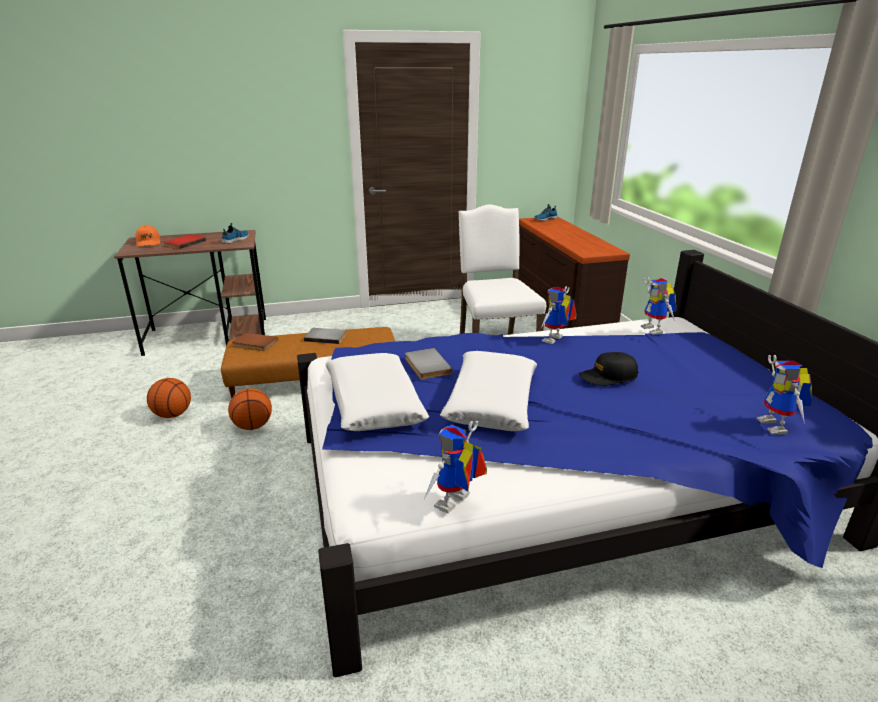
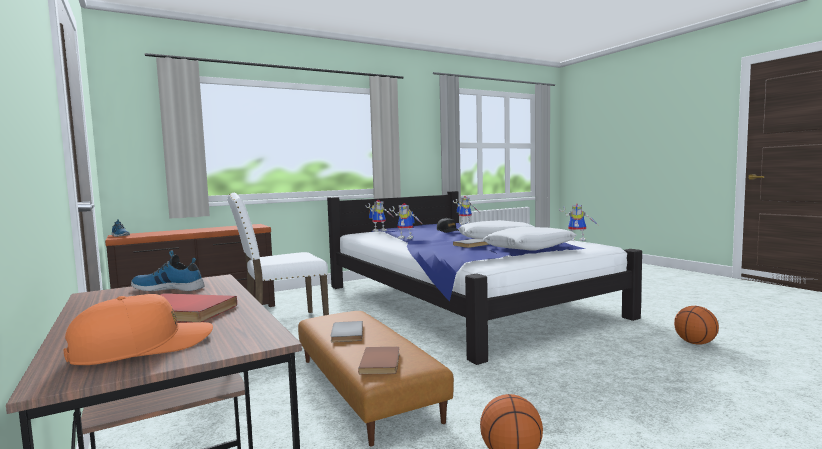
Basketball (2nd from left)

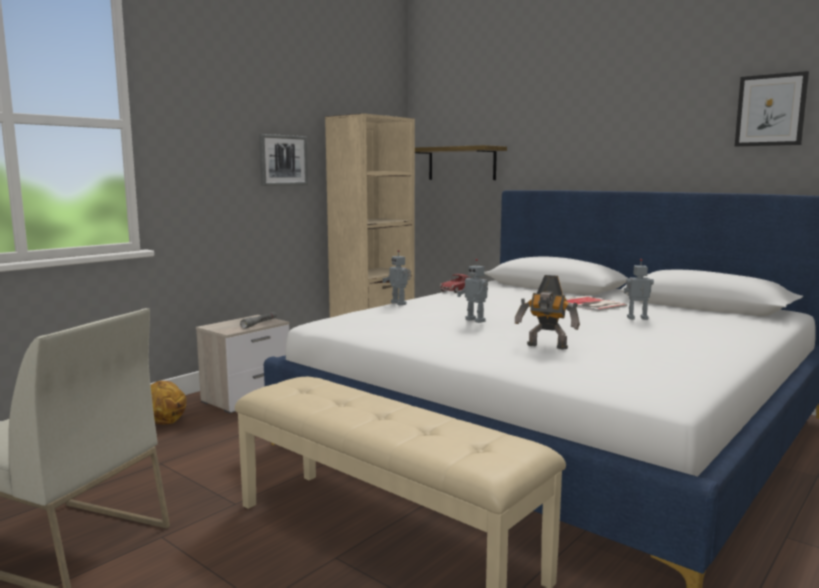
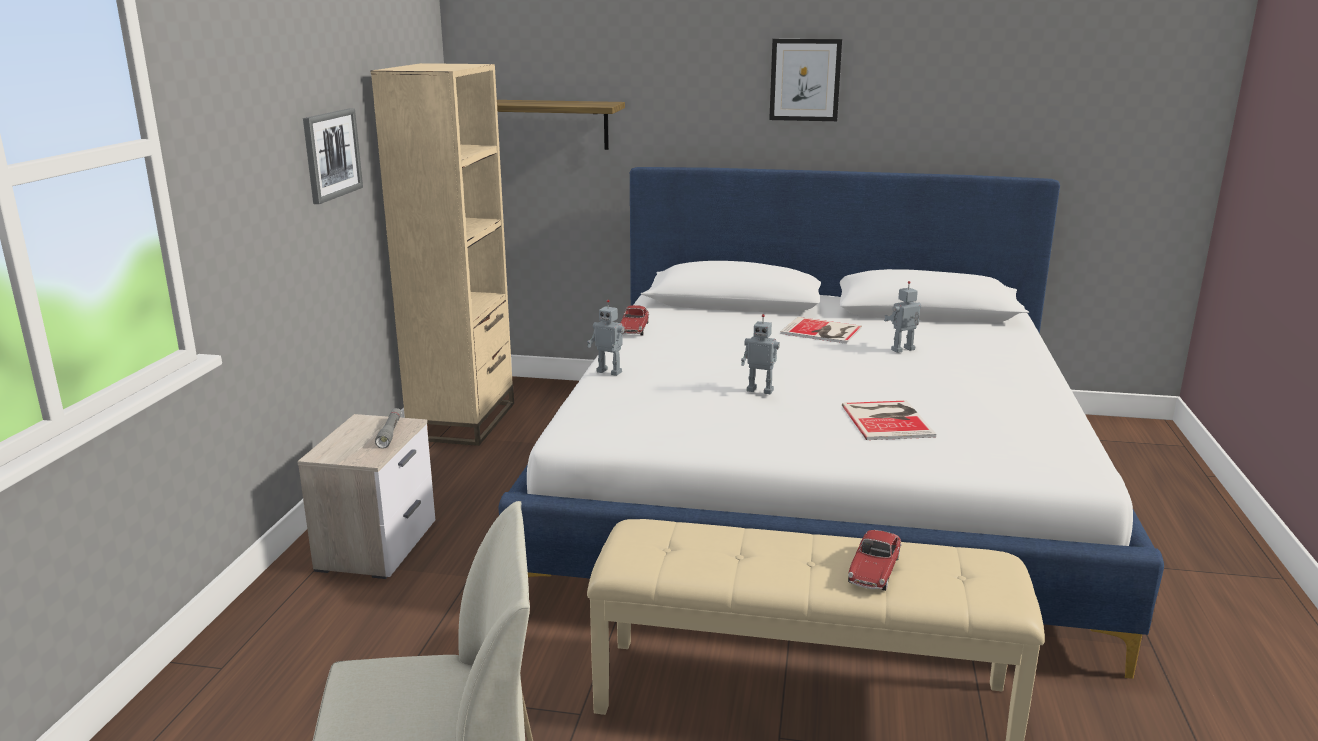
Basketball; ToyCar (2nd from left); Picture (2nd from left); Book (2nd from left)

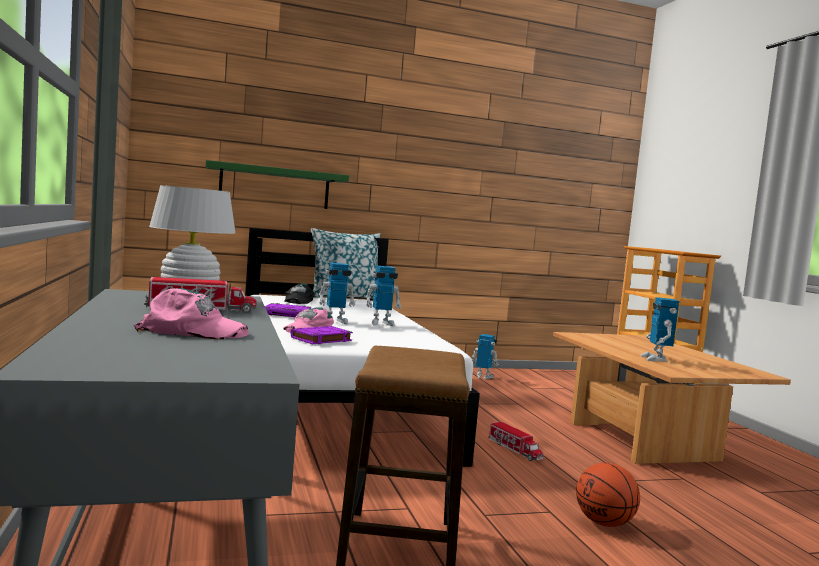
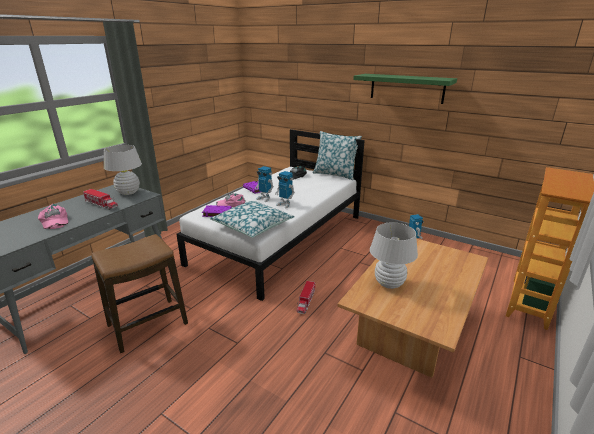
Basketball; Pillow (1st from left); GreenShelf; WhiteTableLamp (2nd from left)

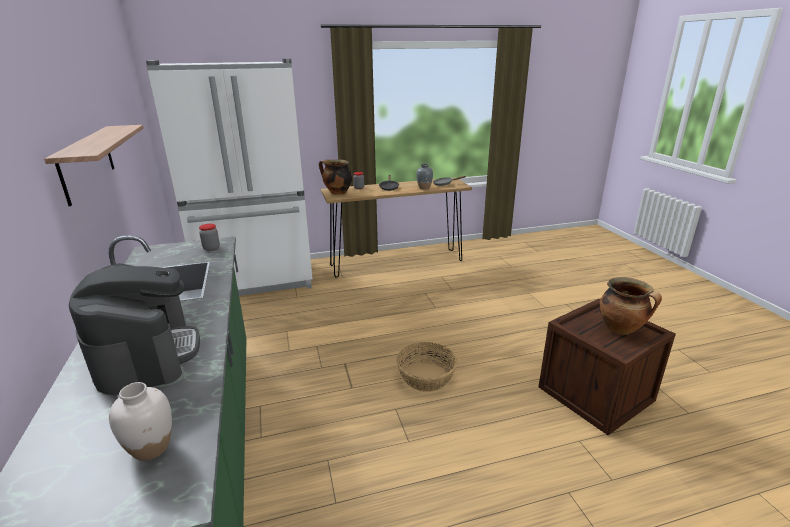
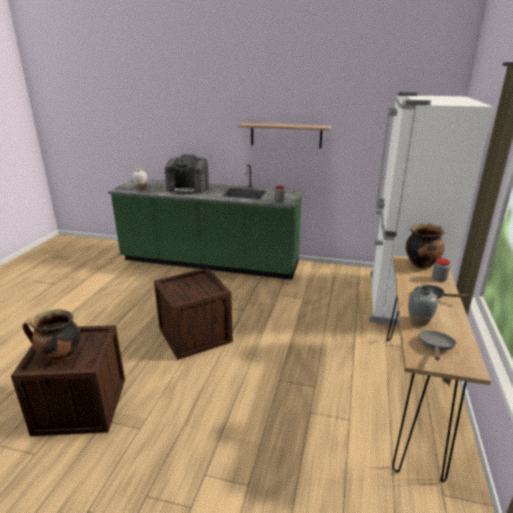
Crate (2nd from left)

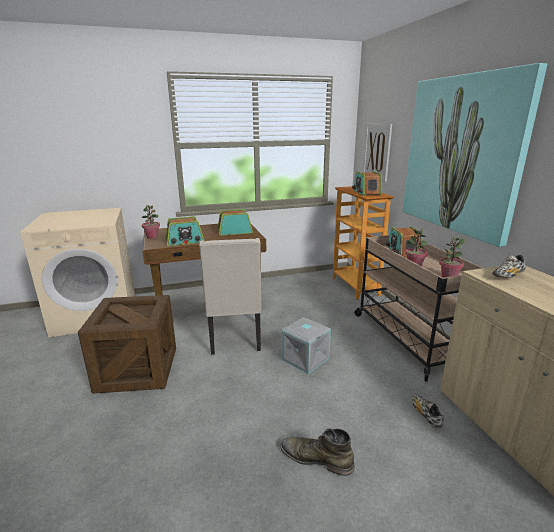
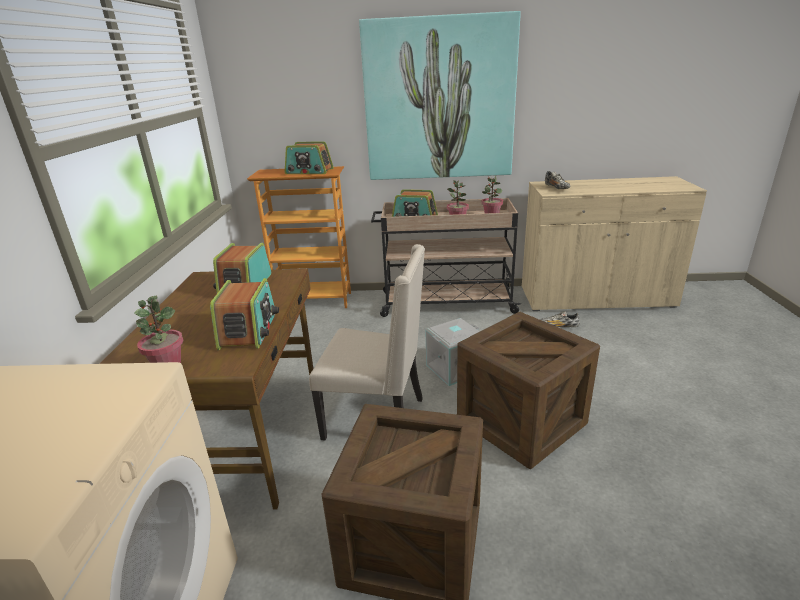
GreenBoot; Picture (1st from left in the first image); Crate (2nd from left)

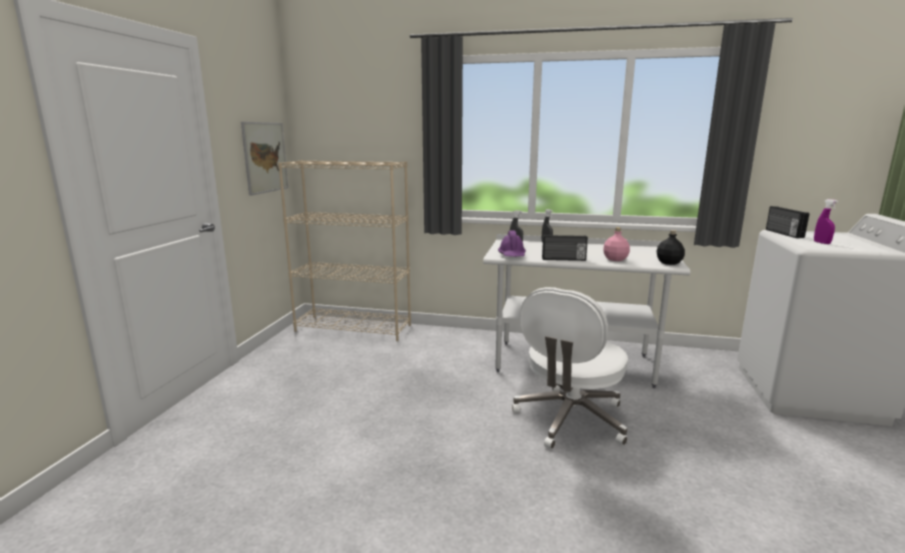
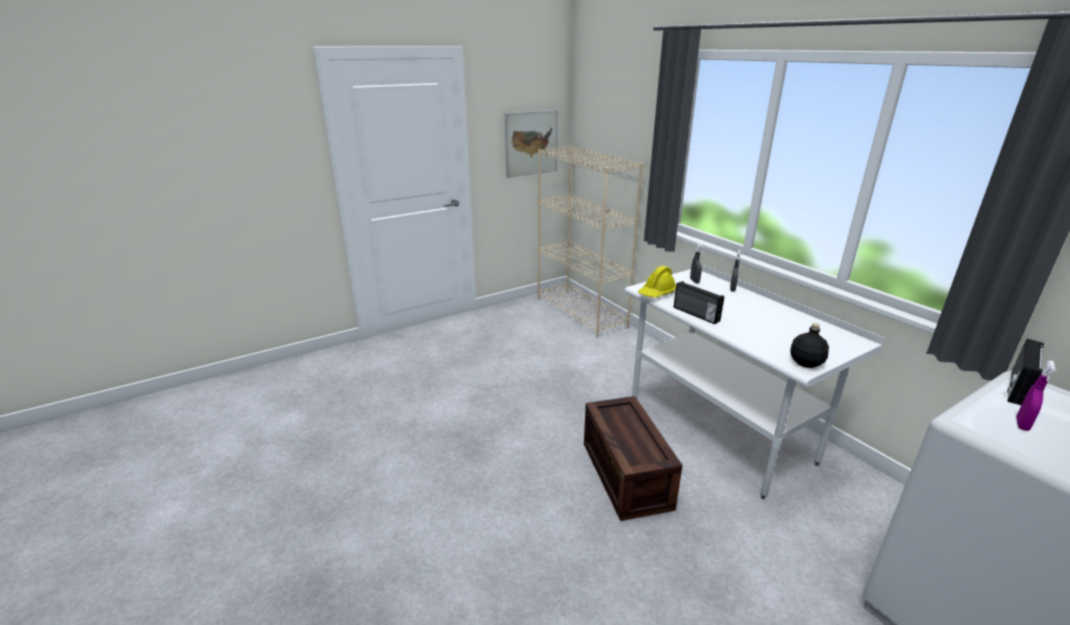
PinkBottle; Crate; YellowHardHat

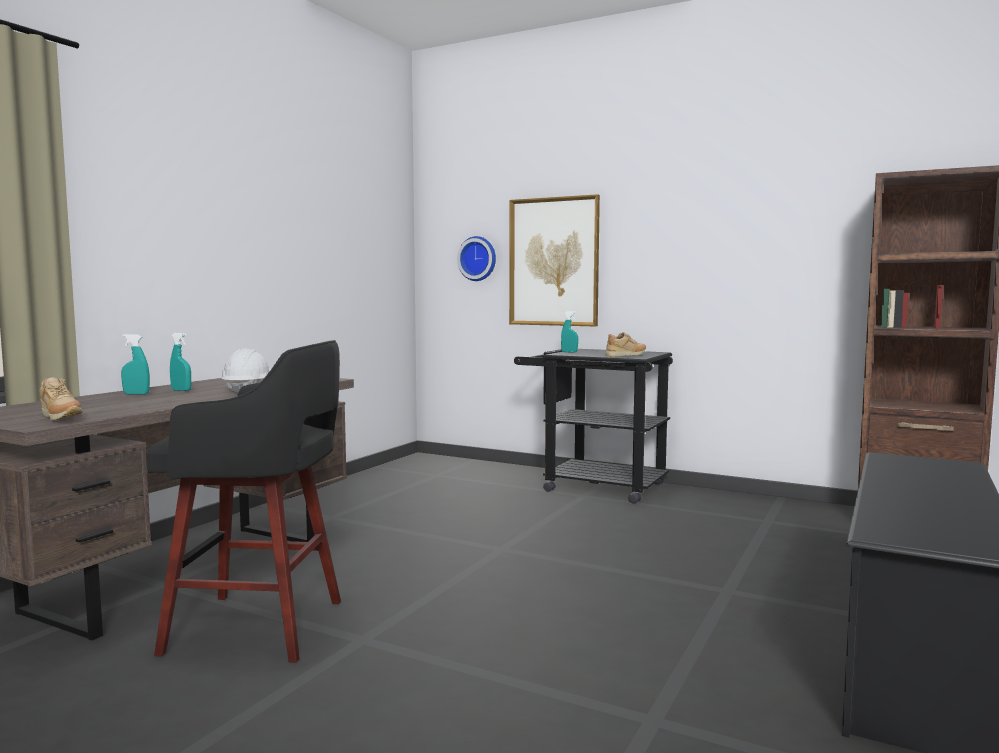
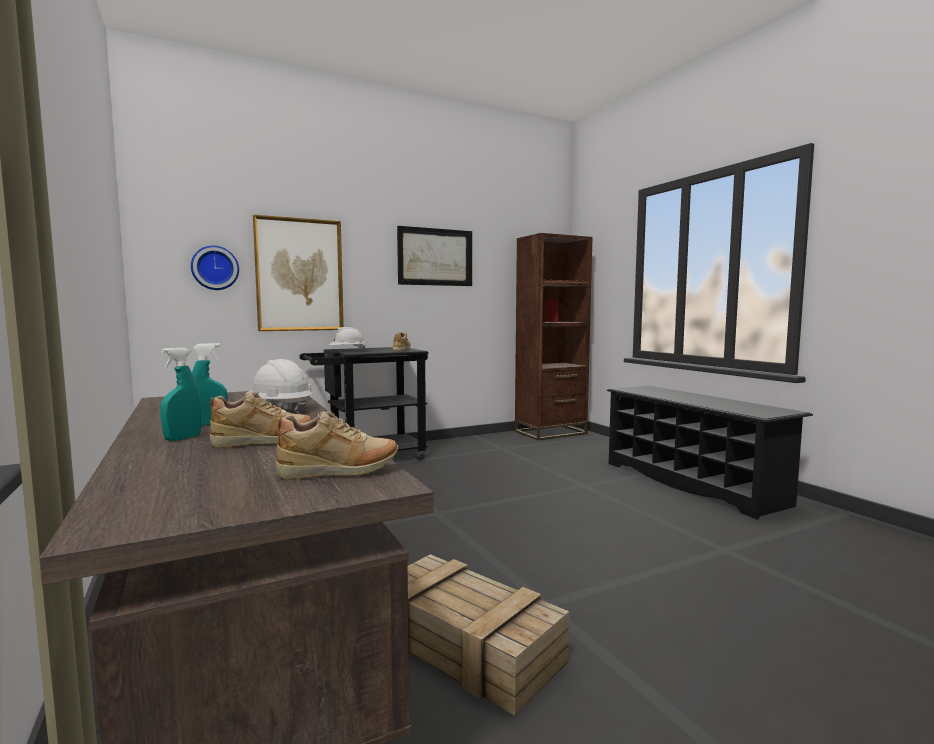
BeigeShoe (1st from left); Picture (2nd from left); Crate; WhiteHardHat (2nd from left)

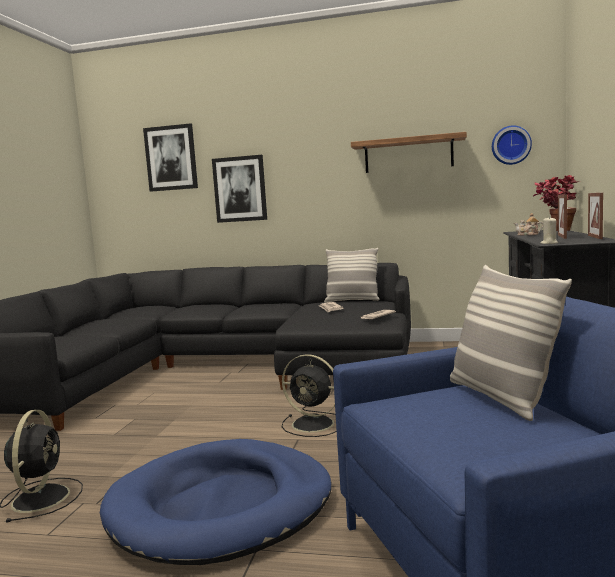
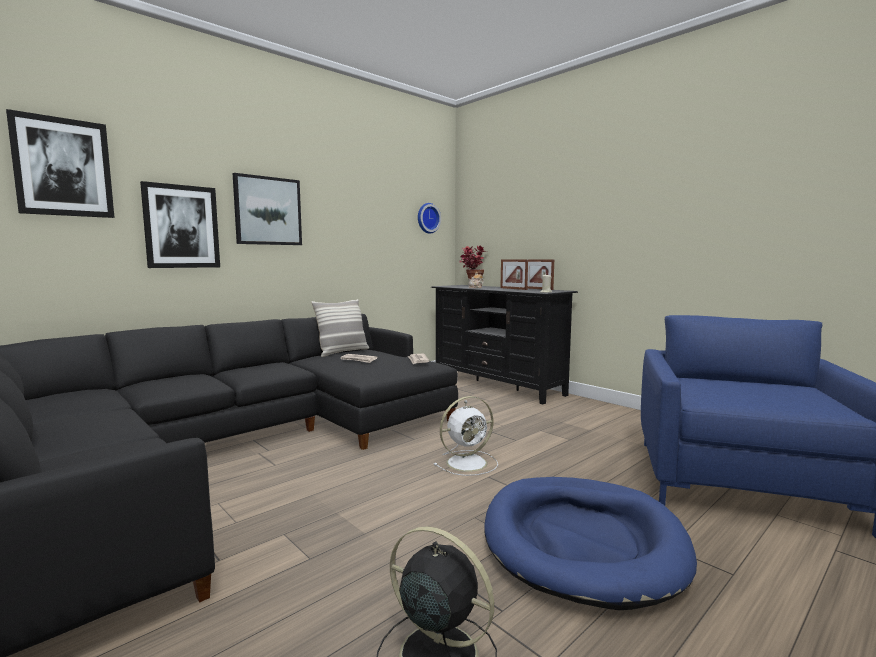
Shelf; Pillow (2nd from left in the first image); Picture (3rd from left); WhiteFan

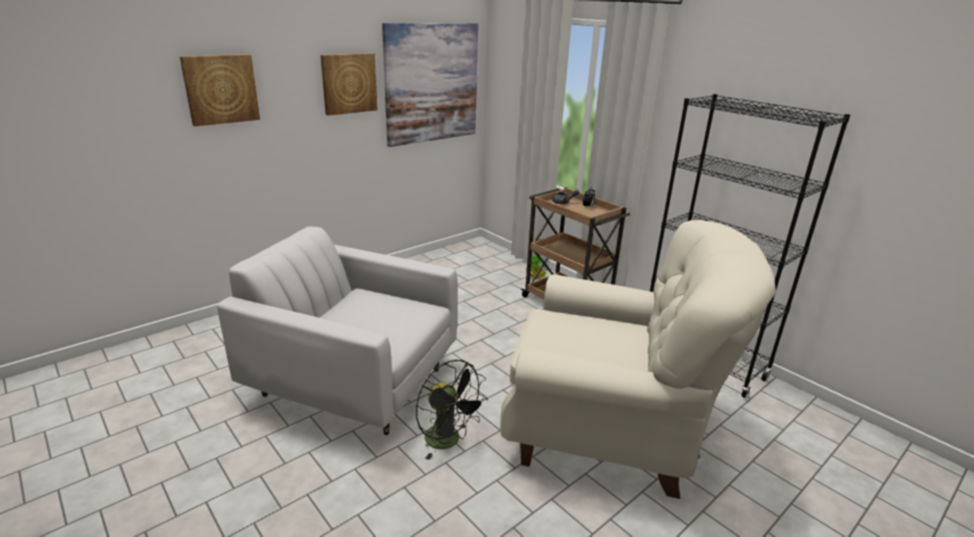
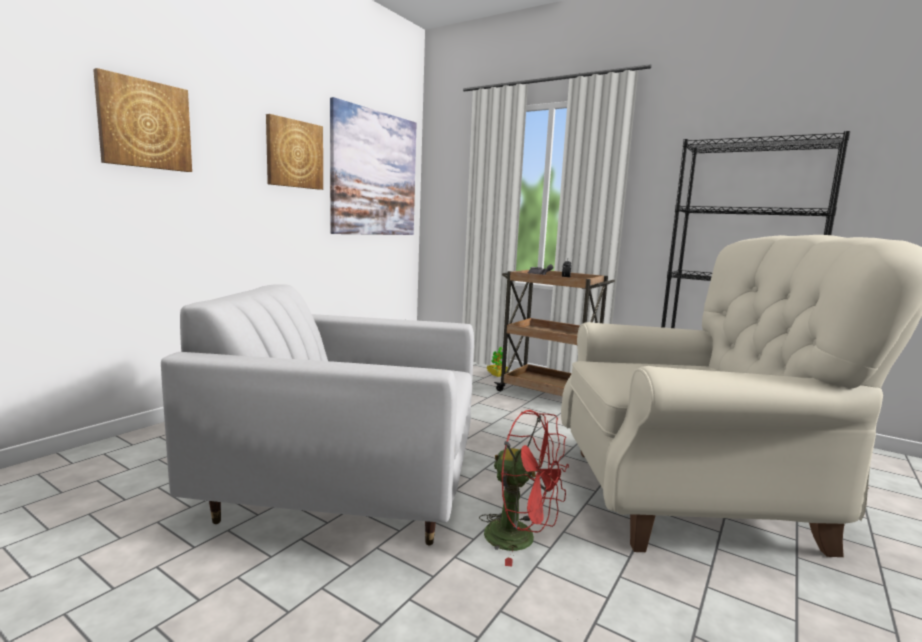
RedFan

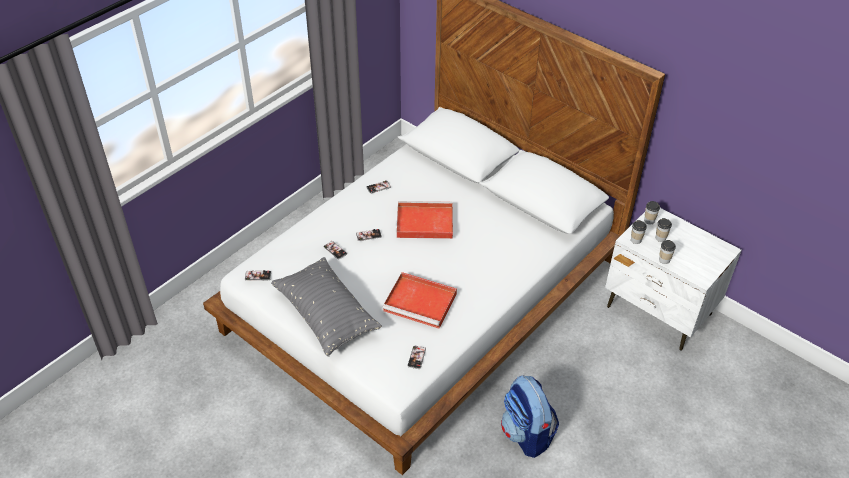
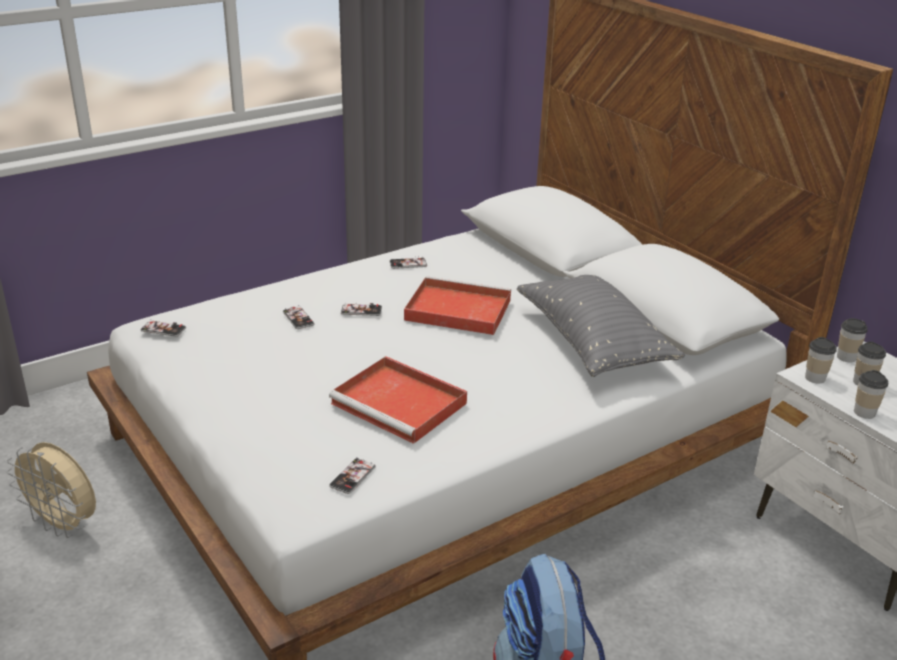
BeigeFan; GreyPillow

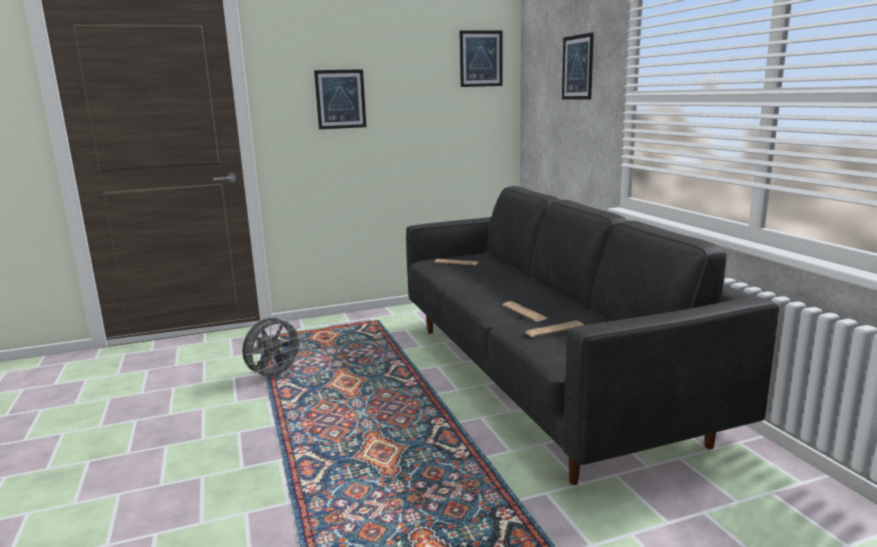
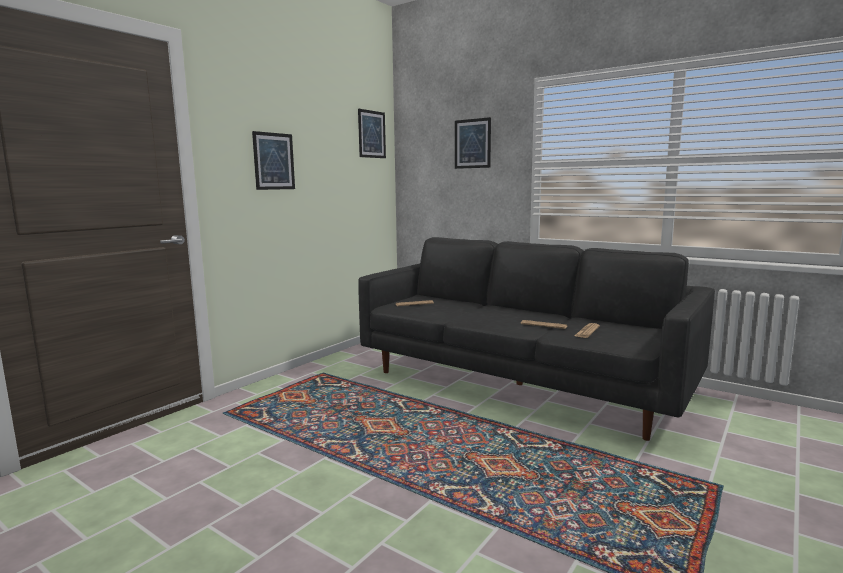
GreyFan

